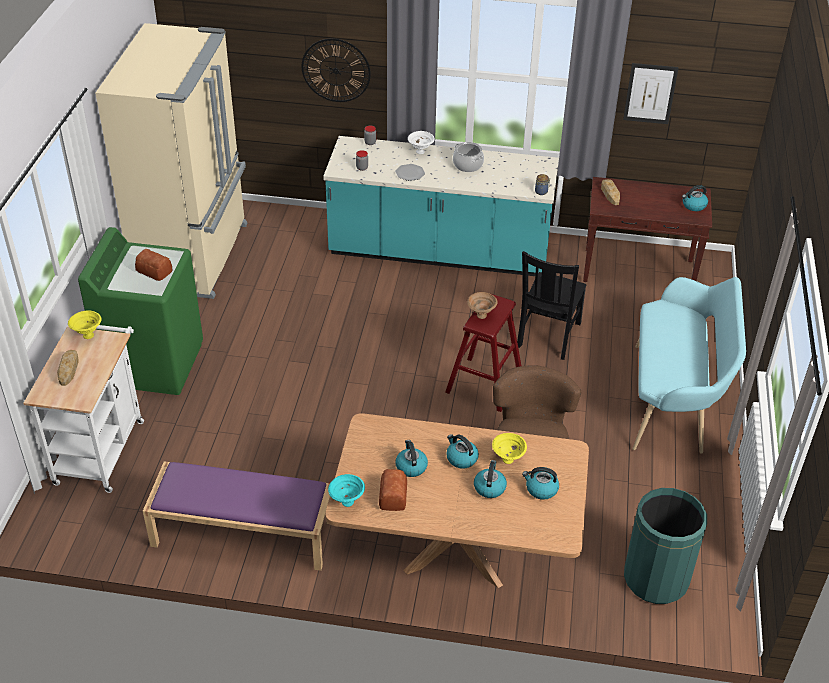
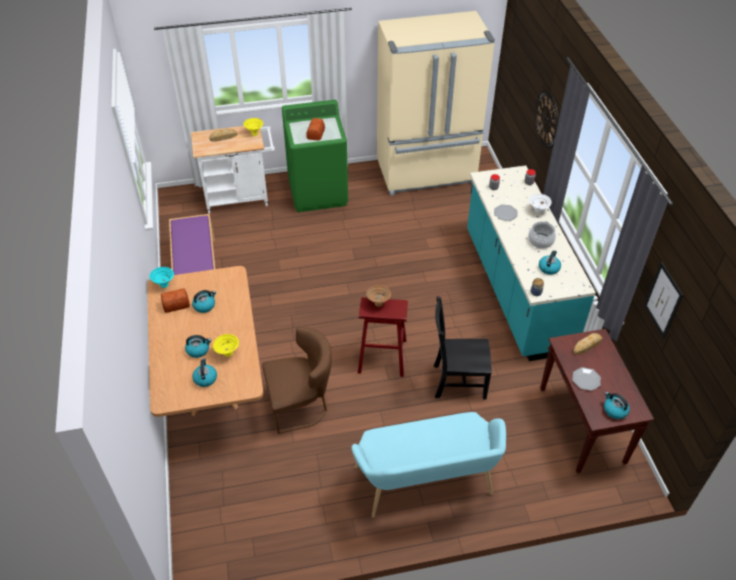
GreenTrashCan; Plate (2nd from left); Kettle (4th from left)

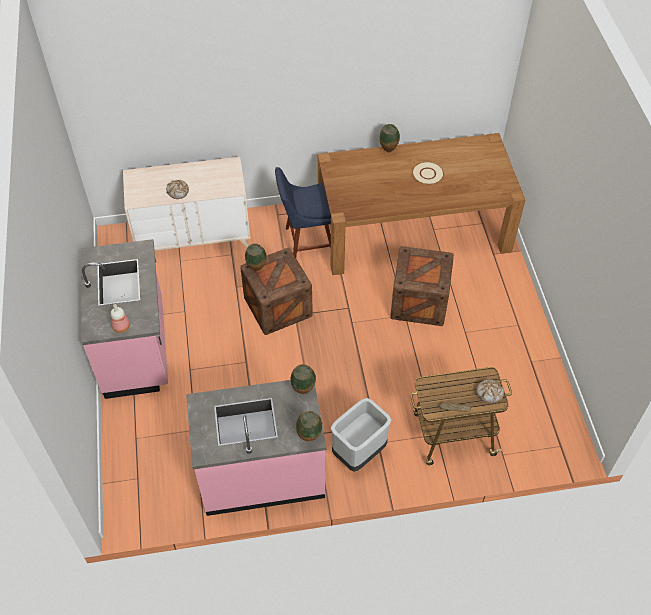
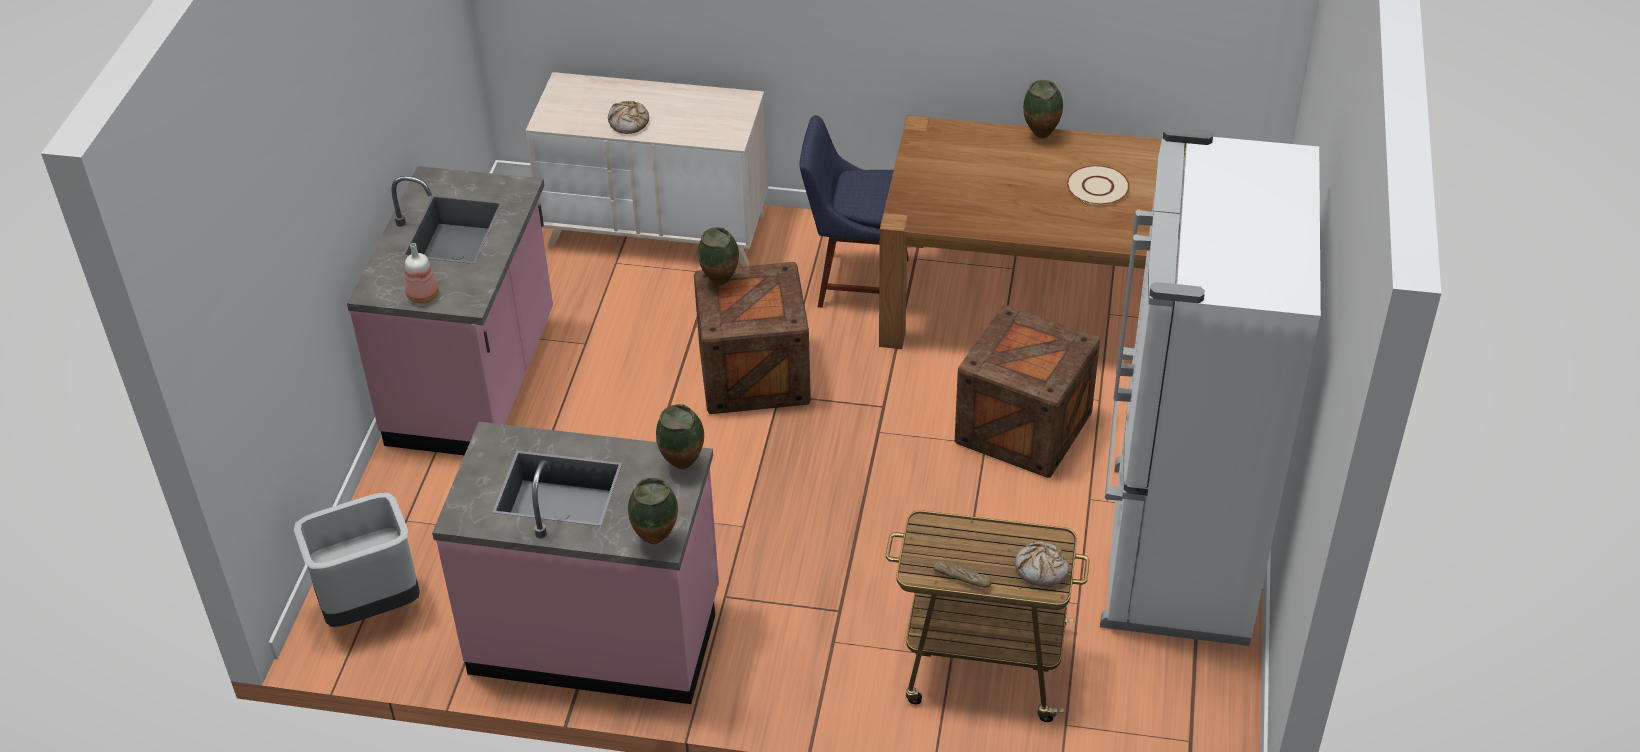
WhiteFridge; GreyTrashCan

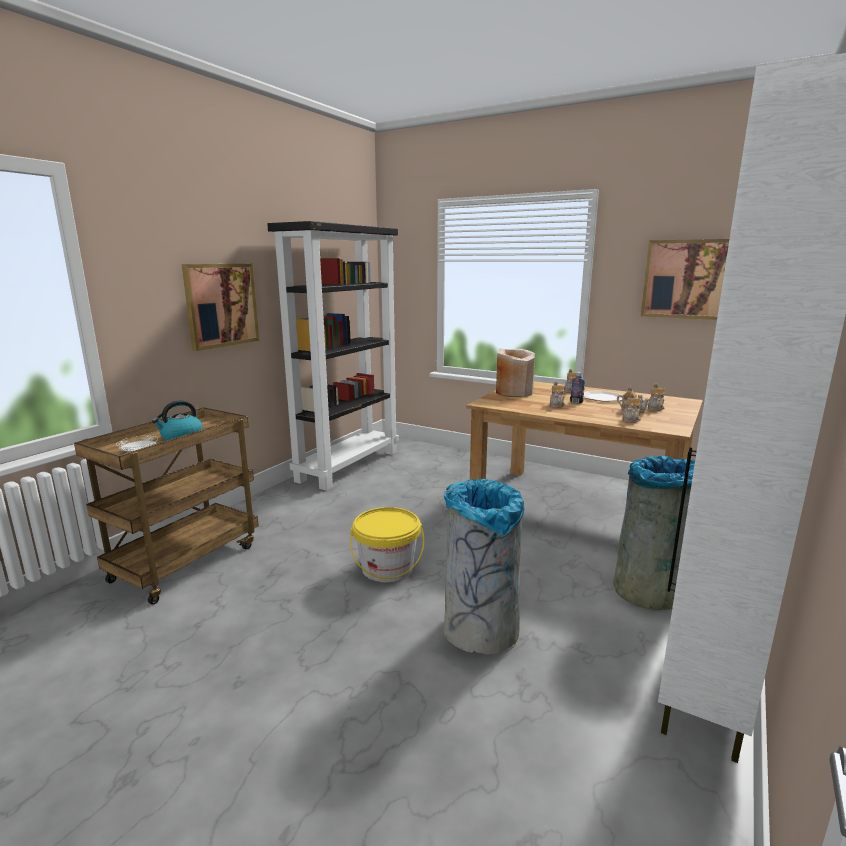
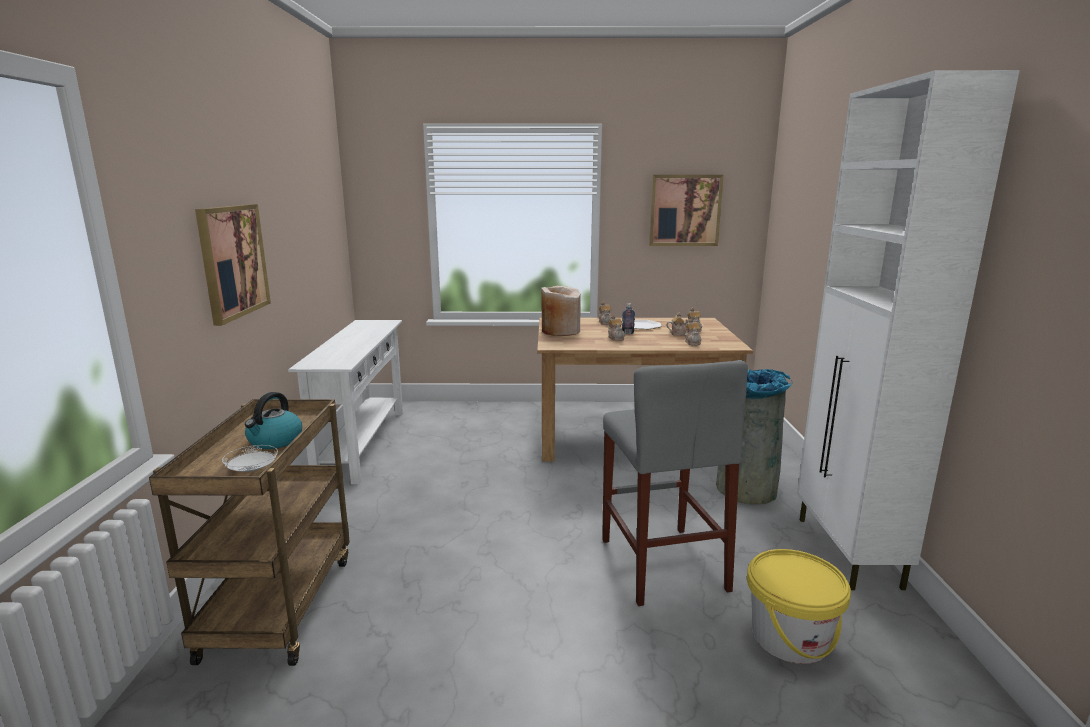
YellowBucket; WhiteConsoleTable; GreyStool

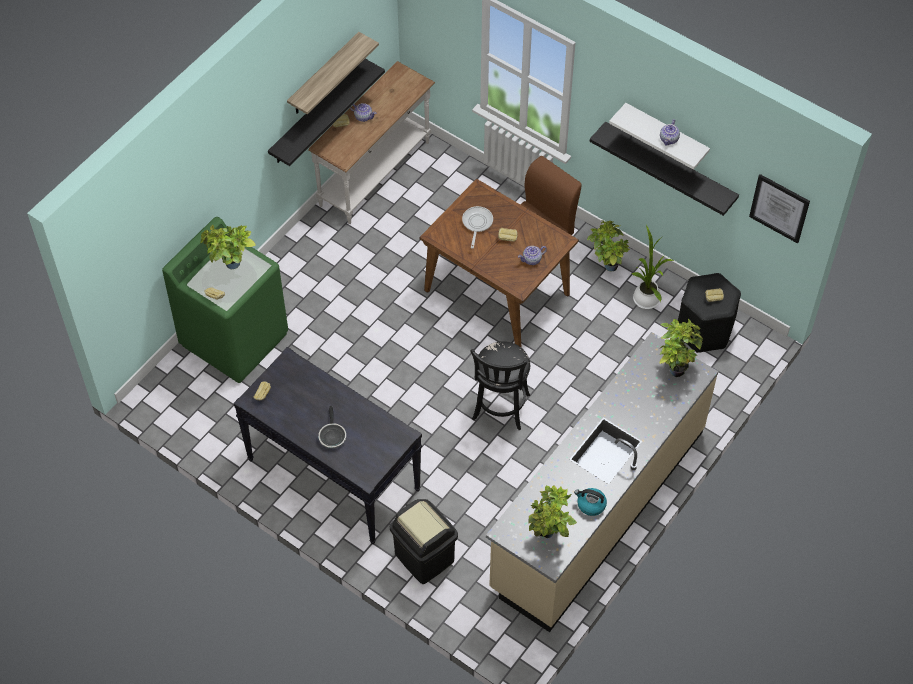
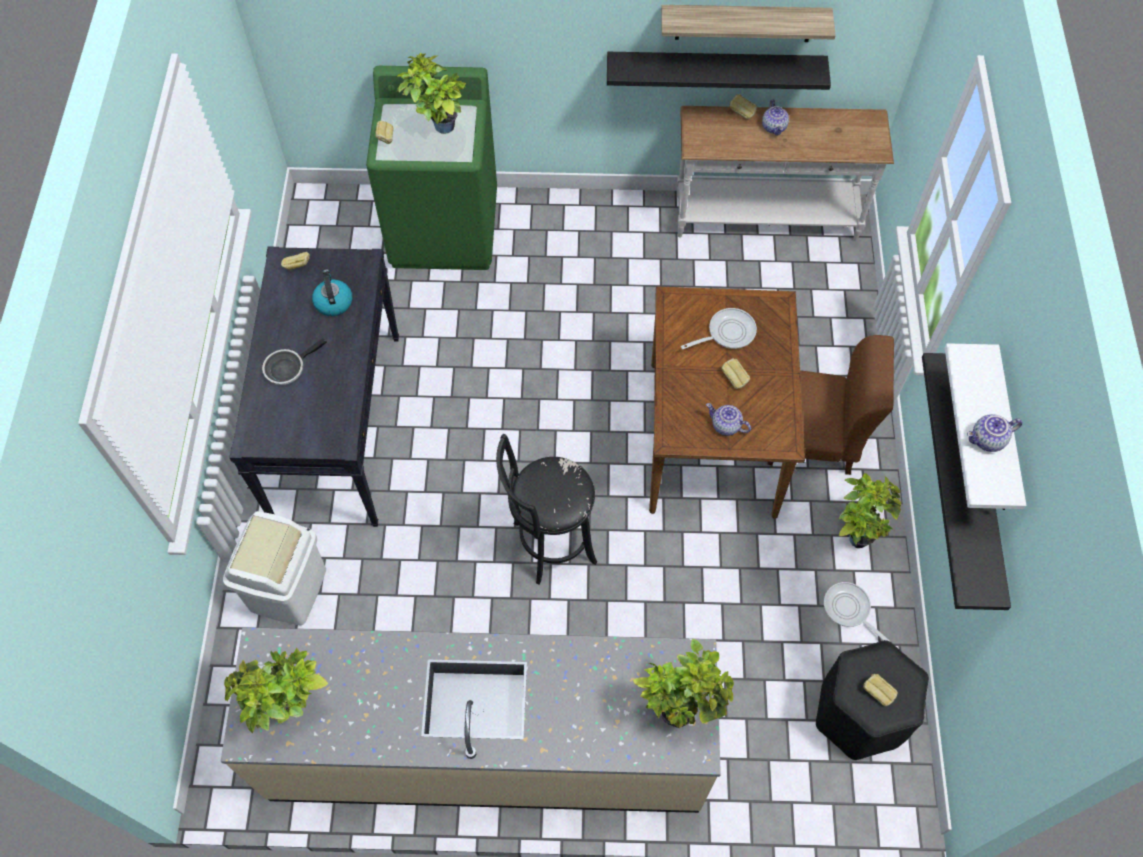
Picture; Kettle; FryingPan (3rd from left); WhiteTrashCan

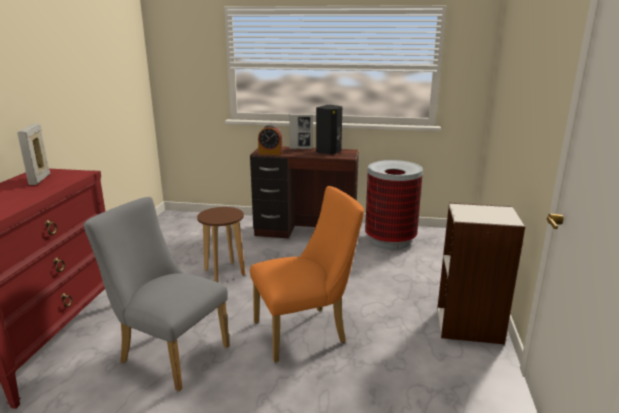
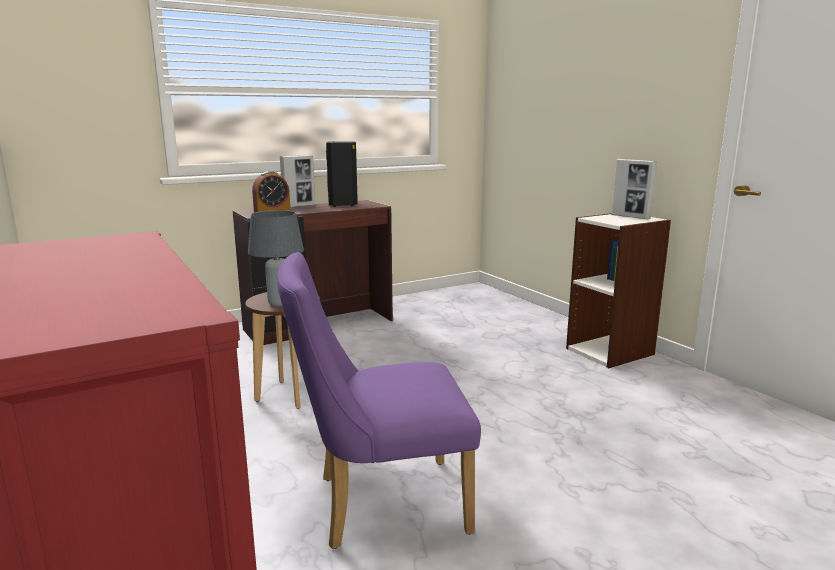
OrangeChair; TrashCan; GreyTableLamp; PictureFrame (2nd from left); PurpleChair

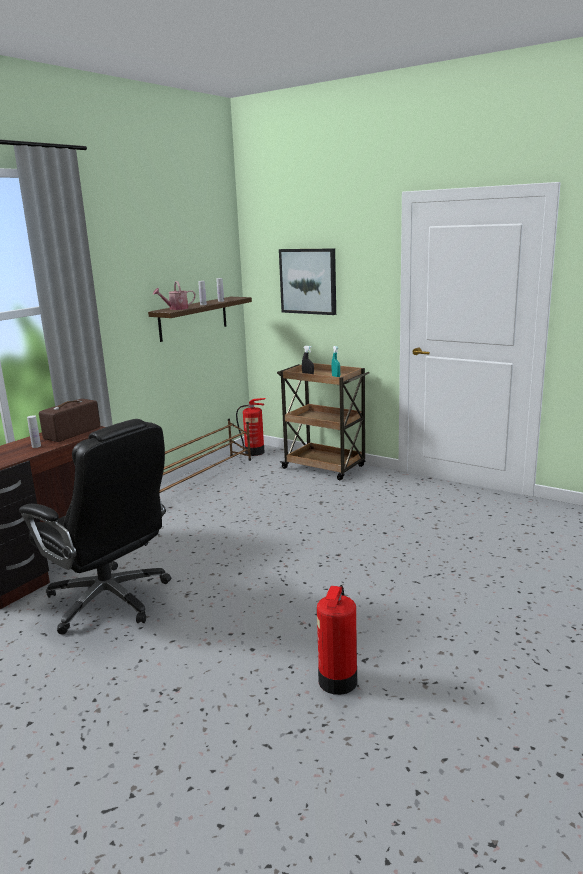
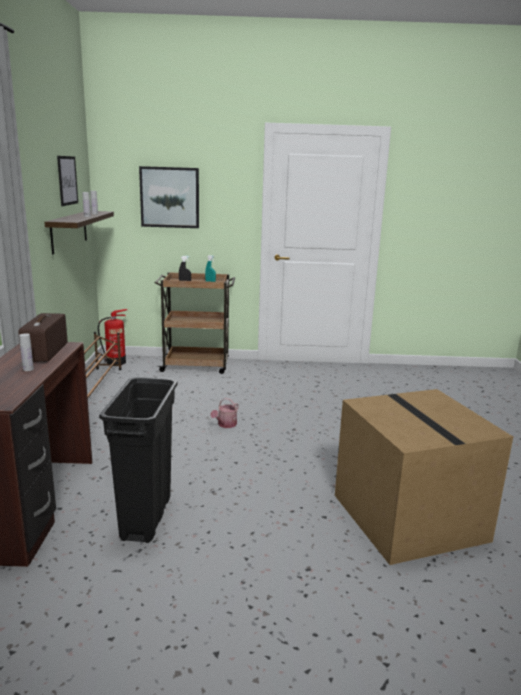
Picture (1st from left); WateringCan; BlackTrashCan; CardboardBox

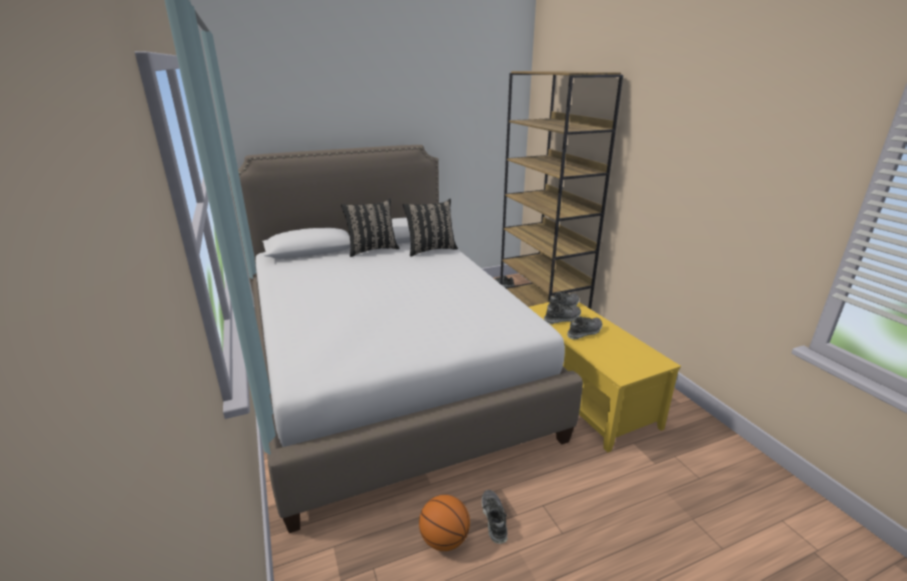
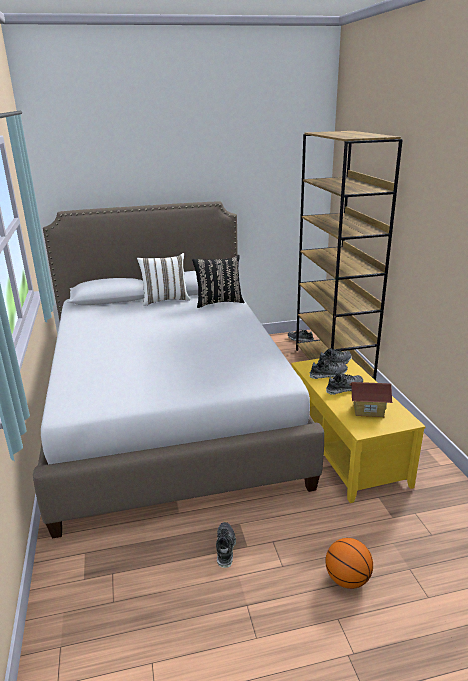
ToyHouse; Basketball; WhitePillow

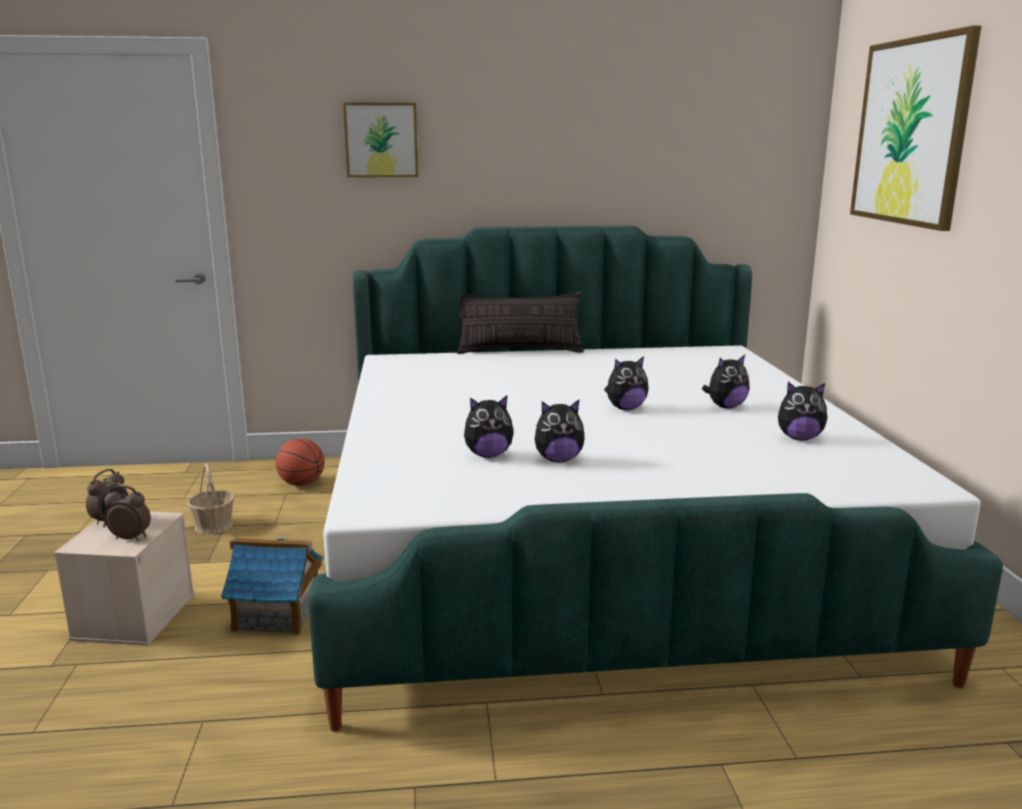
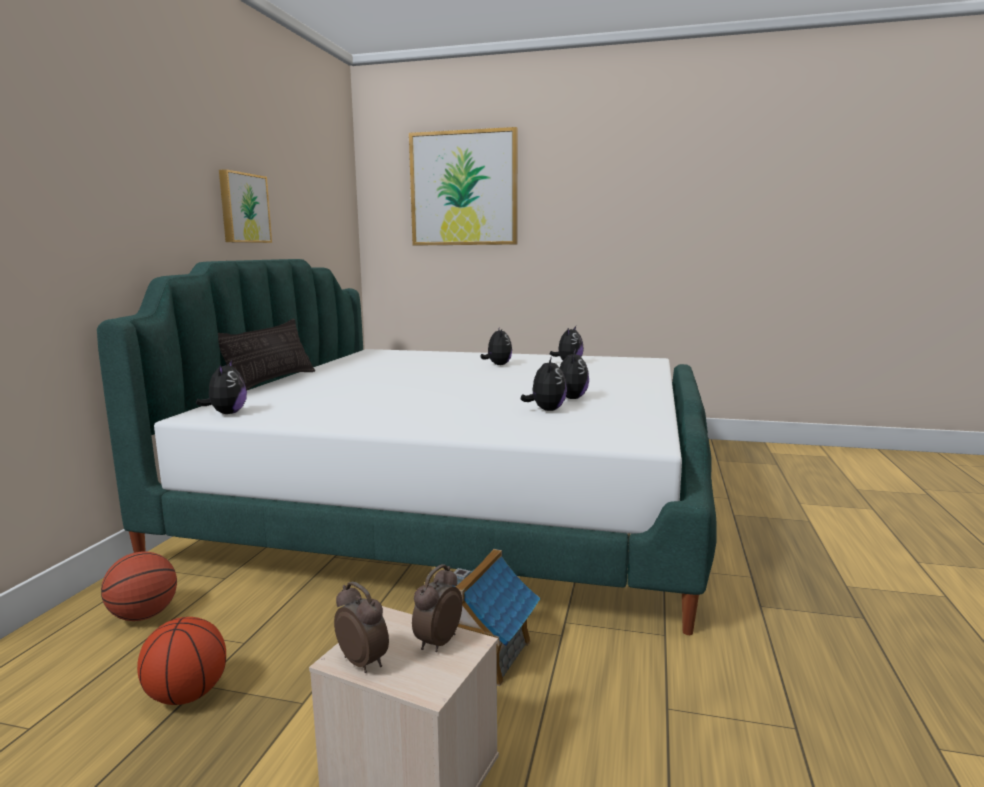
Picture (1st from left); PlushToy (1st from left); Basketball (2nd from left)

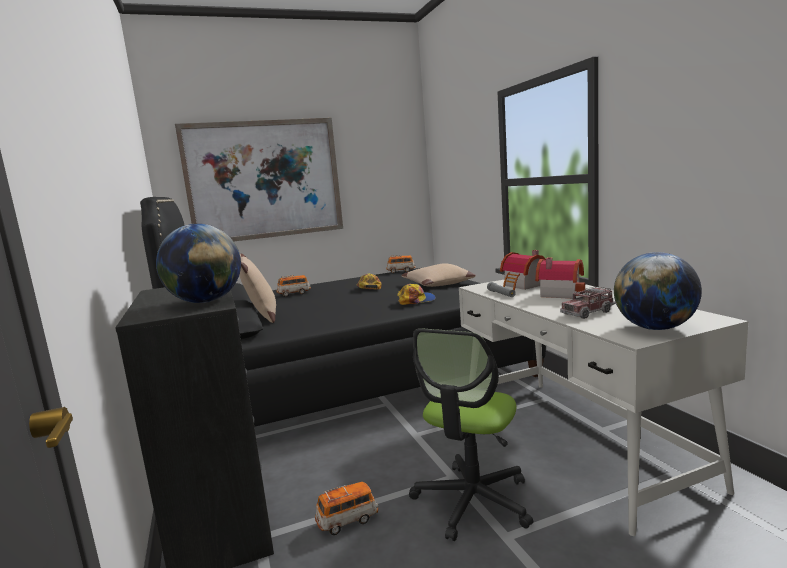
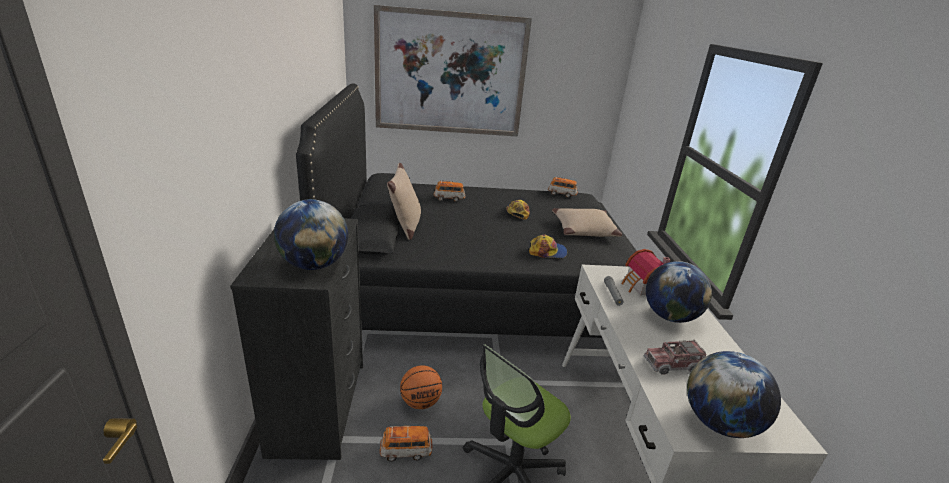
Basketball; Globe (2nd from left)

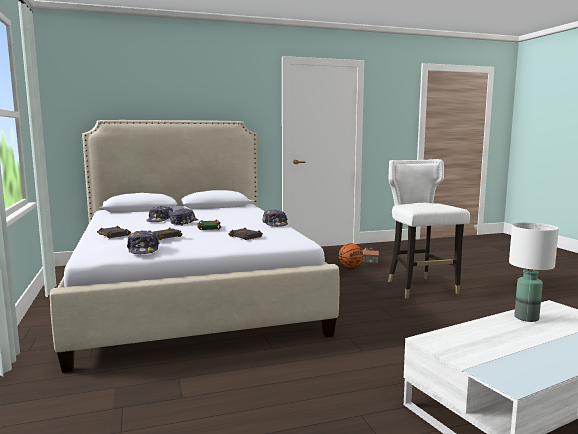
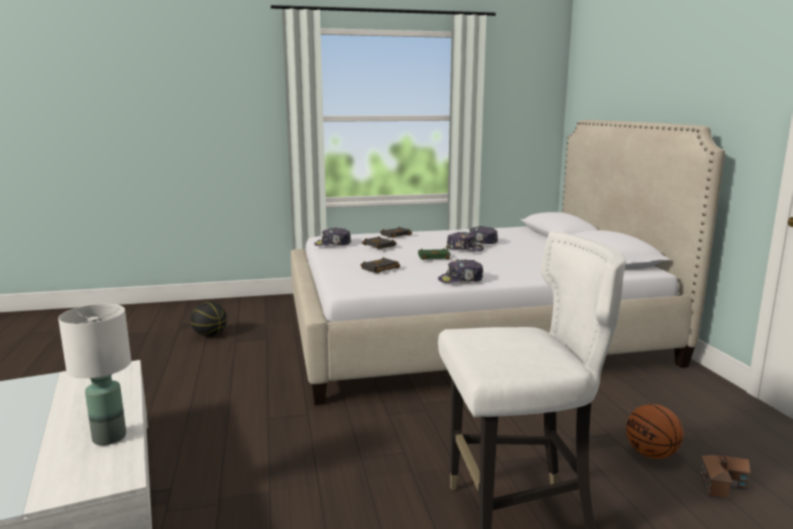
Basketball (1st from left)

